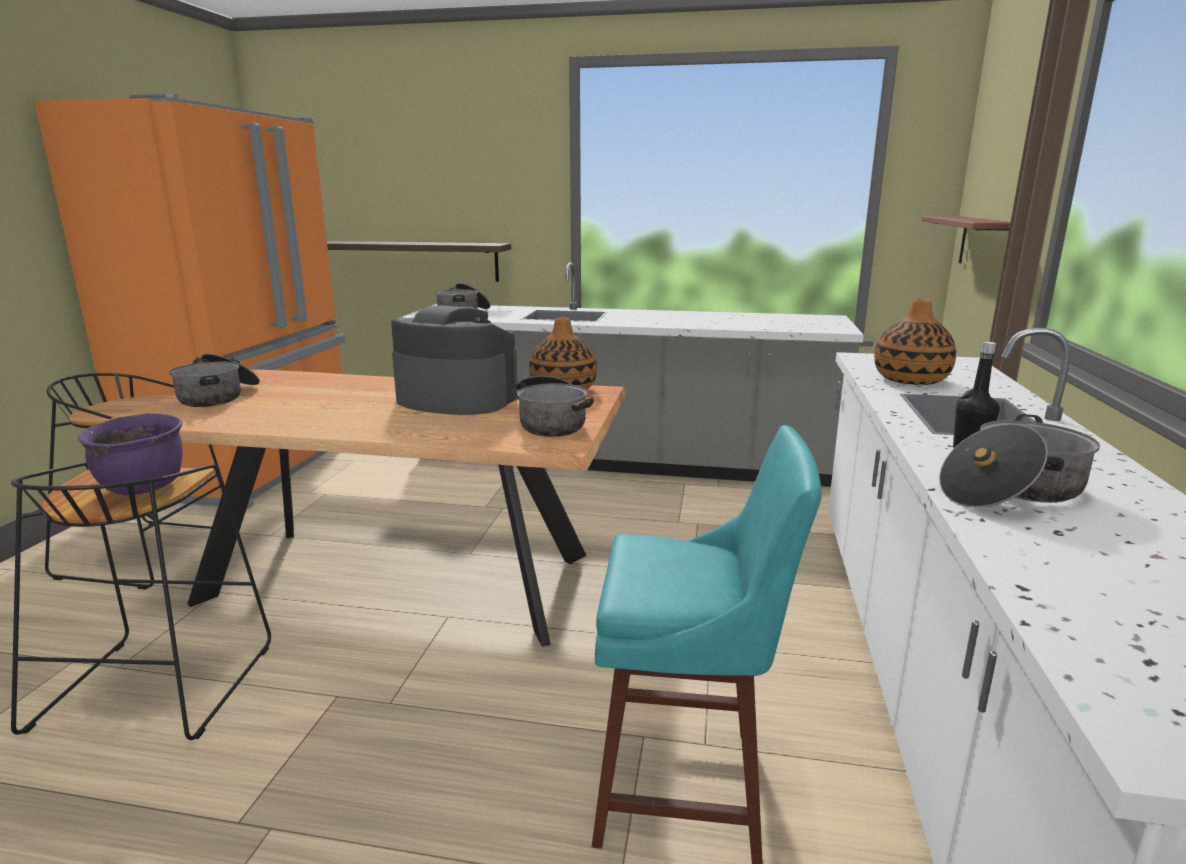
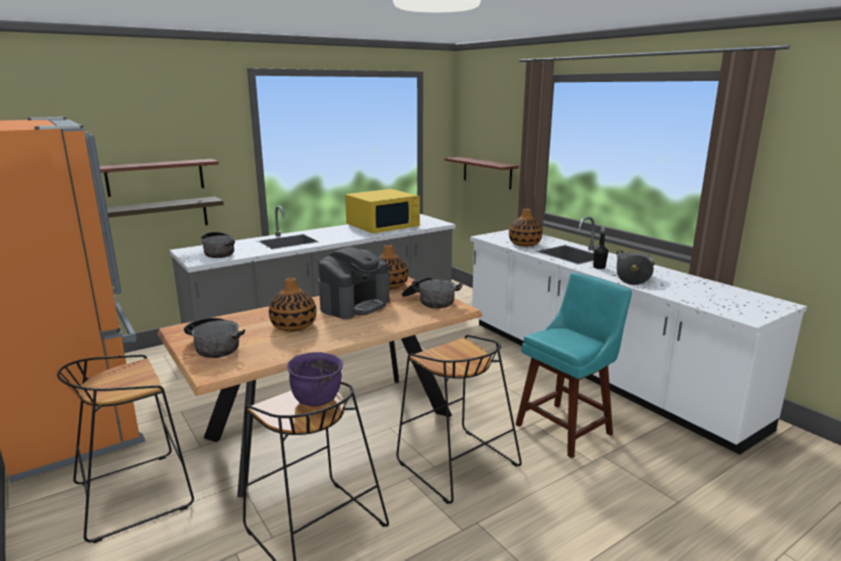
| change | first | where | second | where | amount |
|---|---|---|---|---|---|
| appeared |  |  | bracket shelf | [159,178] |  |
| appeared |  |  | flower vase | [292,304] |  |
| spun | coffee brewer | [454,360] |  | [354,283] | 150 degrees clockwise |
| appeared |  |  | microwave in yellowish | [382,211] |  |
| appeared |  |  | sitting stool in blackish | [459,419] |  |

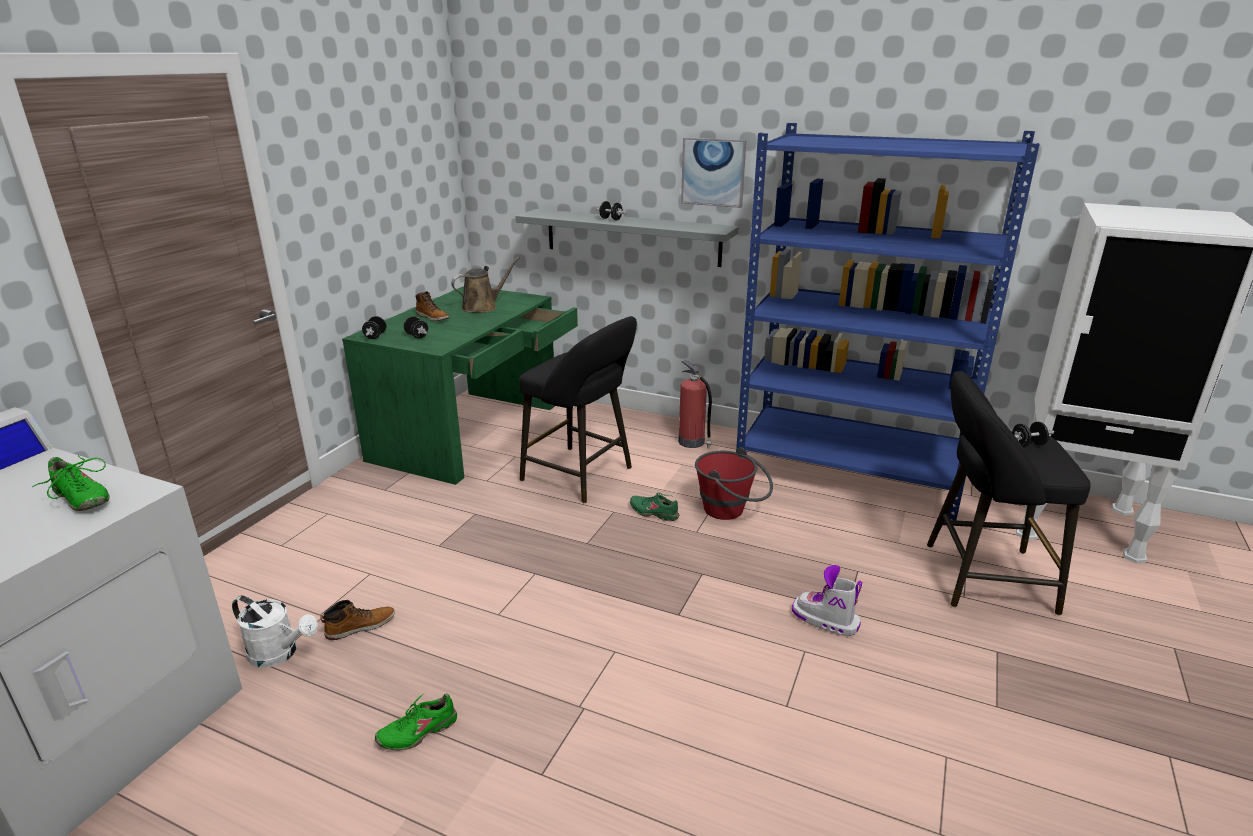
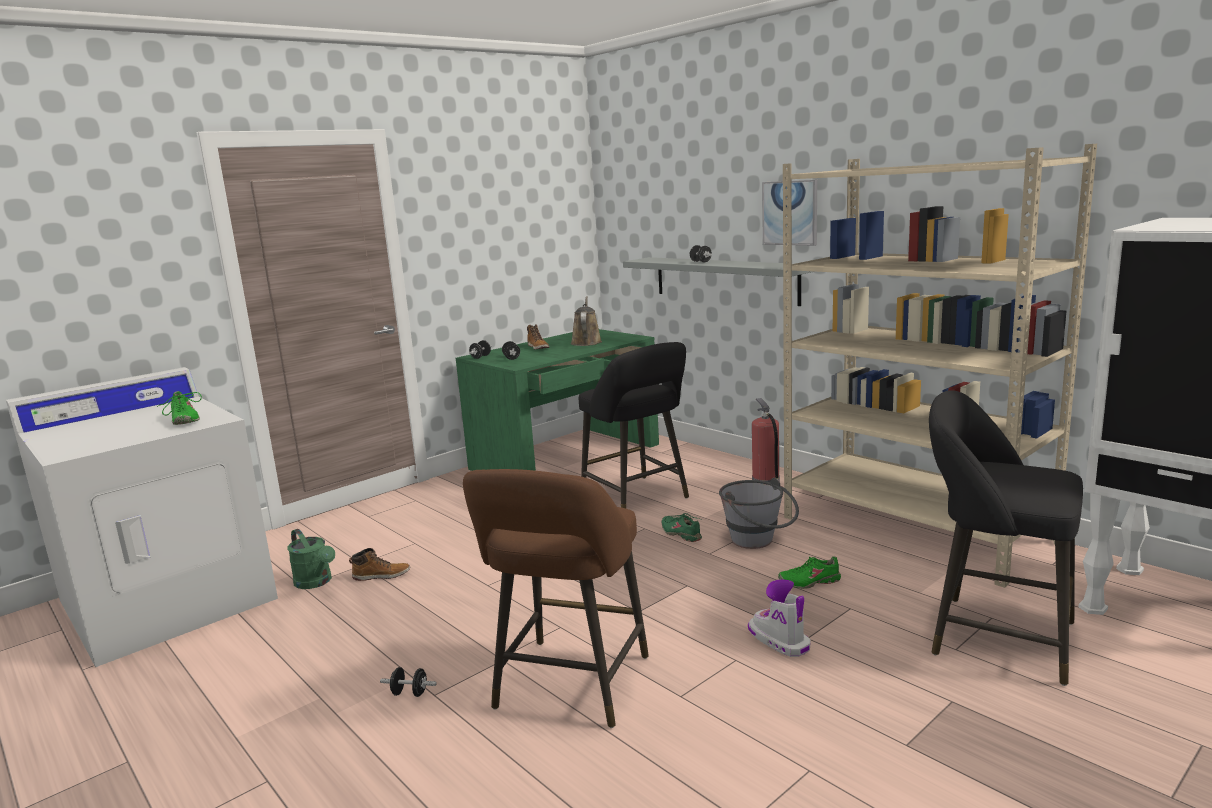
| change | first | where | second | where | amount |
|---|---|---|---|---|---|
| colour | watering pot in whitish | [275,631] | watering pot in green-coloured | [311,559] |  |
| relocated | dumbbell in blackish | [1033,435] |  | [408,682] |  |
| appeared |  |  | sitting stool in brownish | [556,598] |  |
| spun | watering pot in brownish | [485,285] |  | [586,321] | 75 degrees counterclockwise |
| colour | water bucket in reddish | [734,483] | water bucket in greyish | [759,513] |  |
| relocated | item of footwear in green-coloured | [416,721] |  | [809,572] |  |
| colour | bookcase in bluish | [888,321] | bookcase in beige-coloured | [940,366] |  |

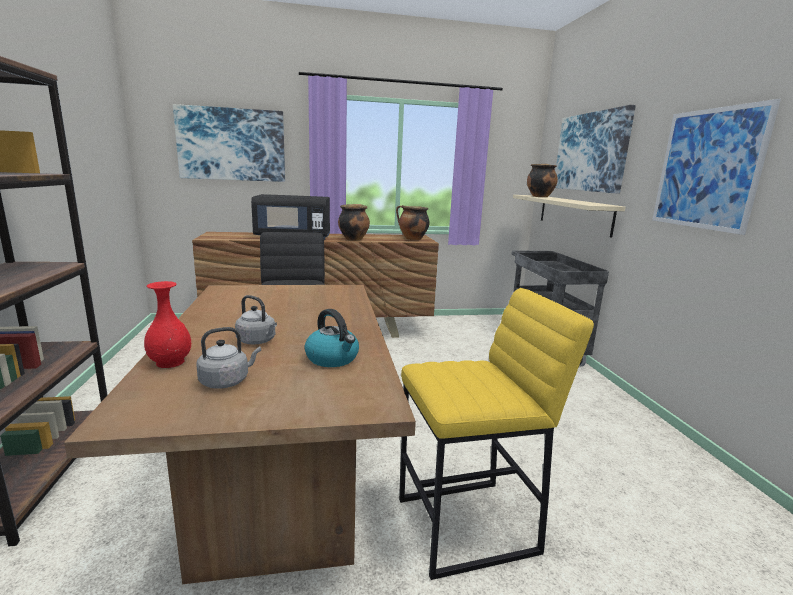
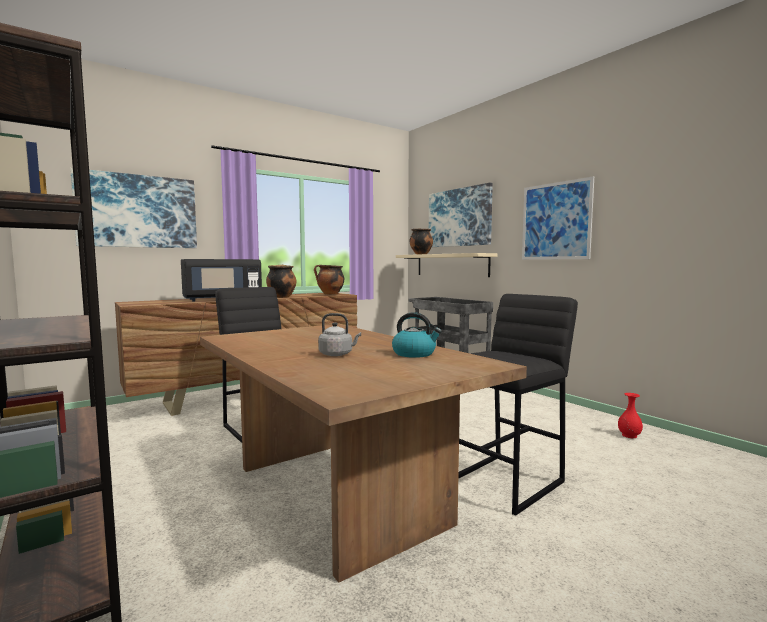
| change | first | where | second | where | amount |
|---|---|---|---|---|---|
| colour | sitting stool in yellowish | [496,434] | sitting stool in blackish | [518,405] |  |
| relocated | flower vase in reddish | [167,324] |  | [630,415] |  |
| missing | water kettle in greyish | [228,358] |  |  |  |

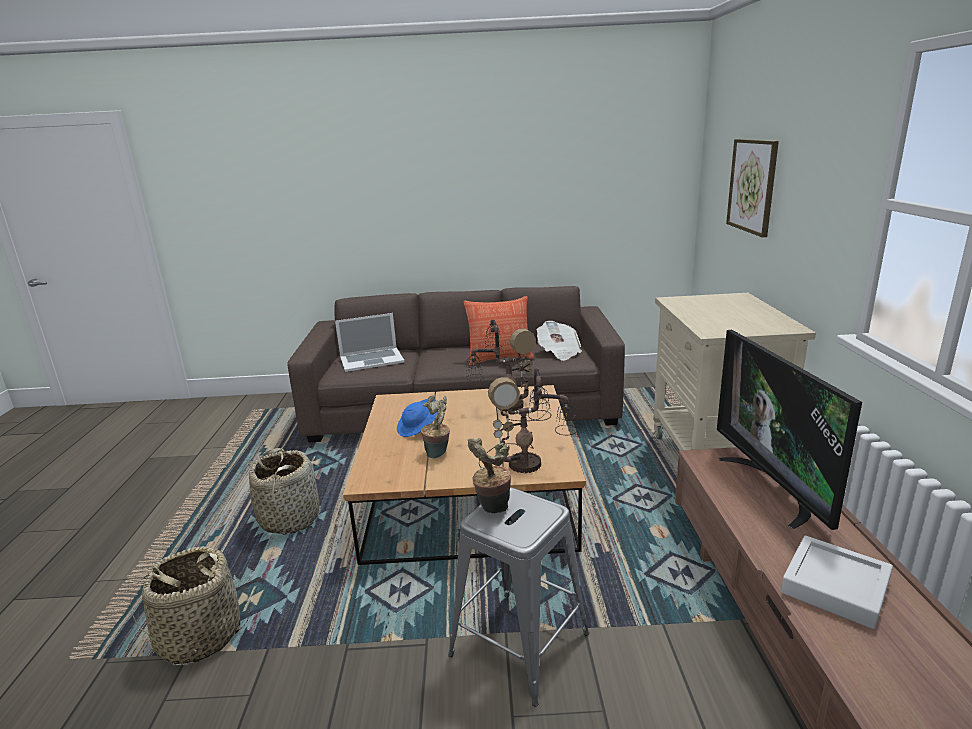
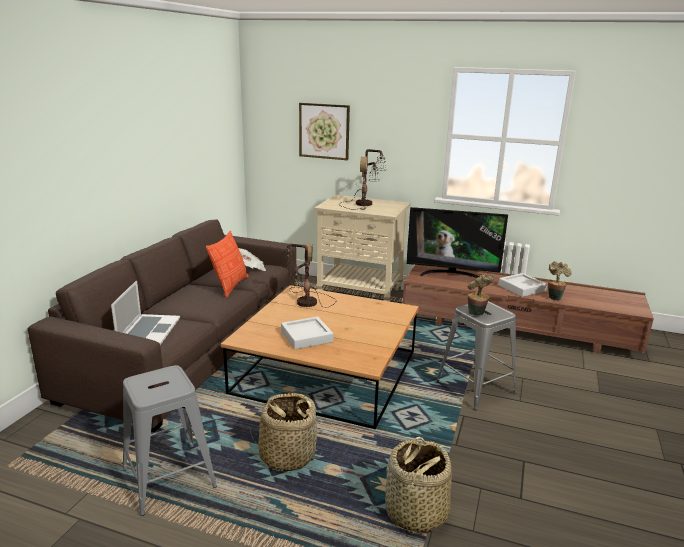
| change | first | where | second | where | amount |
|---|---|---|---|---|---|
| appeared |  |  | sitting stool in greyish | [170,440] |  |
| exchanged | wearable hat in bluish | [417,418] | tray in greyish | [307,332] |  |
| relocated | lamp for a table | [528,420] |  | [362,179] |  |
| relocated | potted plant | [435,426] |  | [560,281] |  |

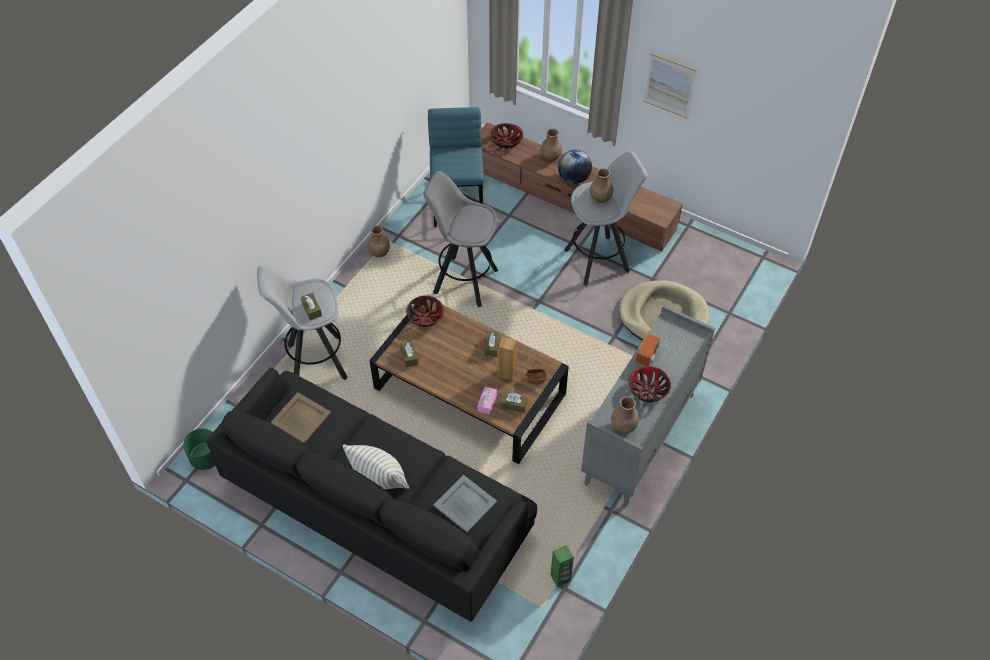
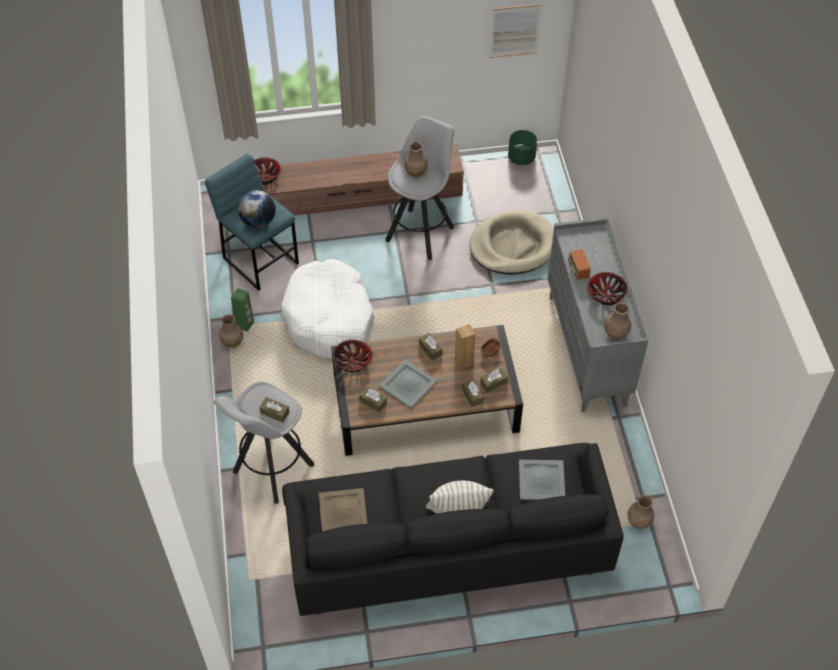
| change | first | where | second | where | amount |
|---|---|---|---|---|---|
| relocated | speaker in green-coloured | [562,566] |  | [242,310] |  |
| relocated | desk globe | [575,167] |  | [257,209] |  |
| exchanged | sitting stool in greyish | [460,239] | dog bed in whitish | [328,309] |  |
| appeared |  |  | tray in greyish | [408,383] |  |
| colour | tissue holder in pink-coloured | [487,401] | tissue holder in brownish | [473,393] |  |
| relocated | wall picture | [670,86] |  | [516,31] |  |
| relocated | planter in green-coloured | [199,449] |  | [522,147] |  |
| relocated | flower vase in brownish | [551,144] |  | [640,512] |  |

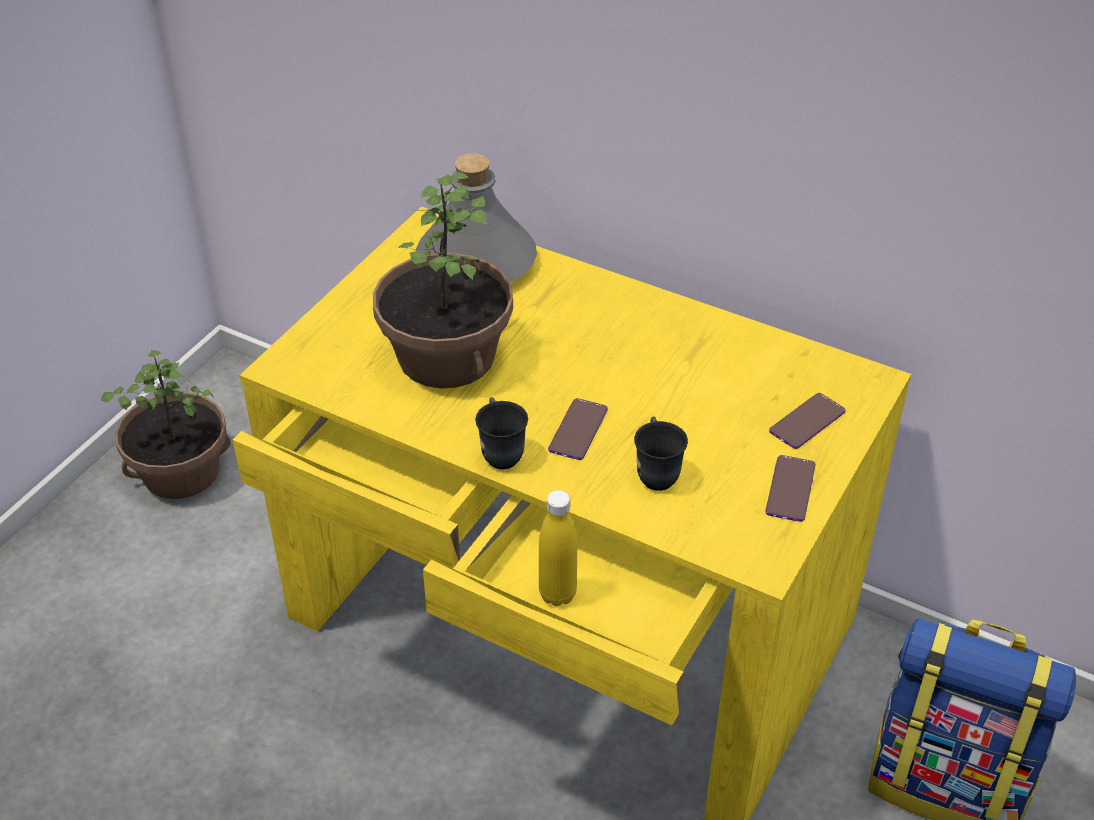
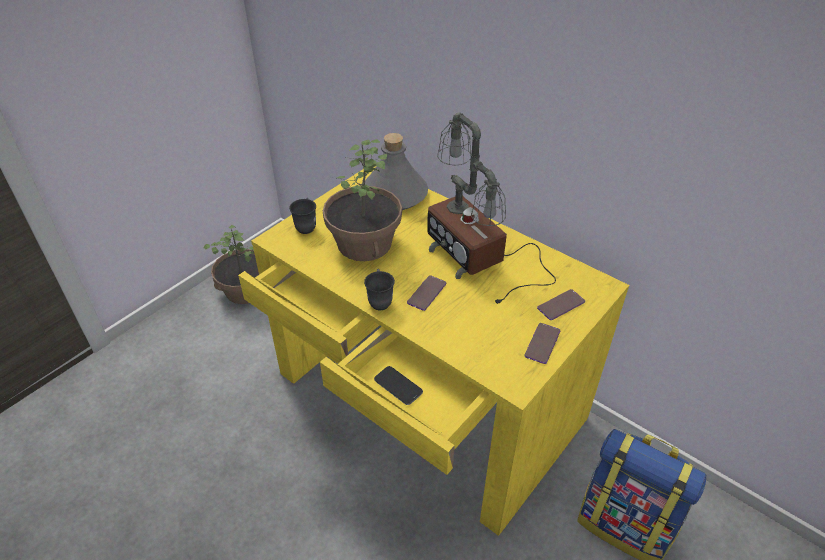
| change | first | where | second | where | amount |
|---|---|---|---|---|---|
| relocated | mug in greyish | [661,453] |  | [302,216] |  |
| exchanged | beverage bottle in yellowish | [558,548] | telephone | [398,385] |  |
| appeared |  |  | lamp for a table | [491,208] |  |

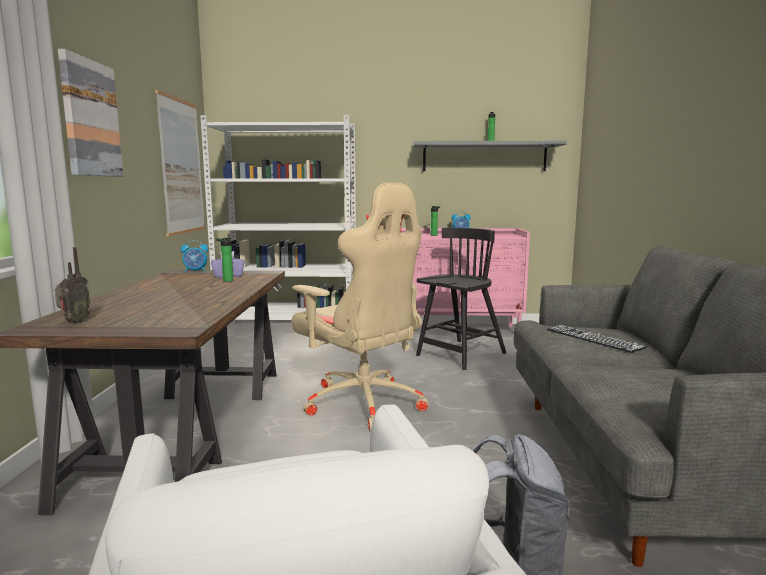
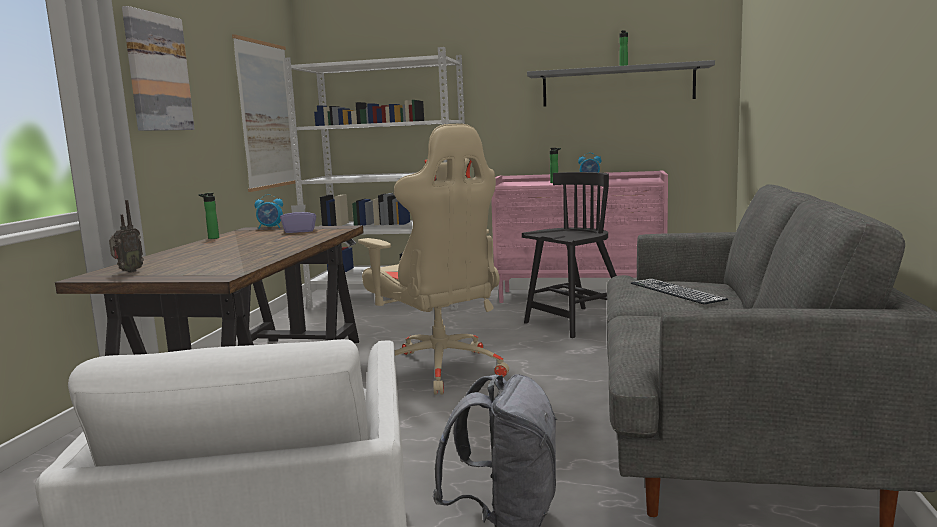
| change | first | where | second | where | amount |
|---|---|---|---|---|---|
| relocated | beverage bottle | [224,260] |  | [208,216] |  |

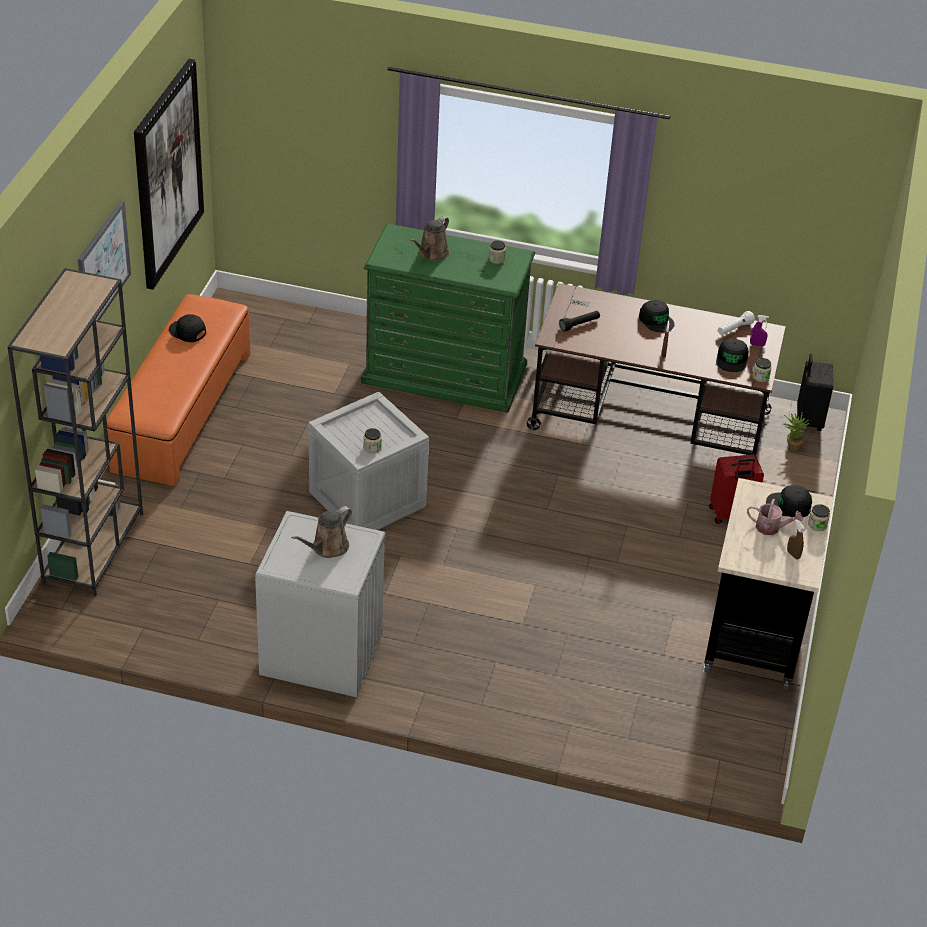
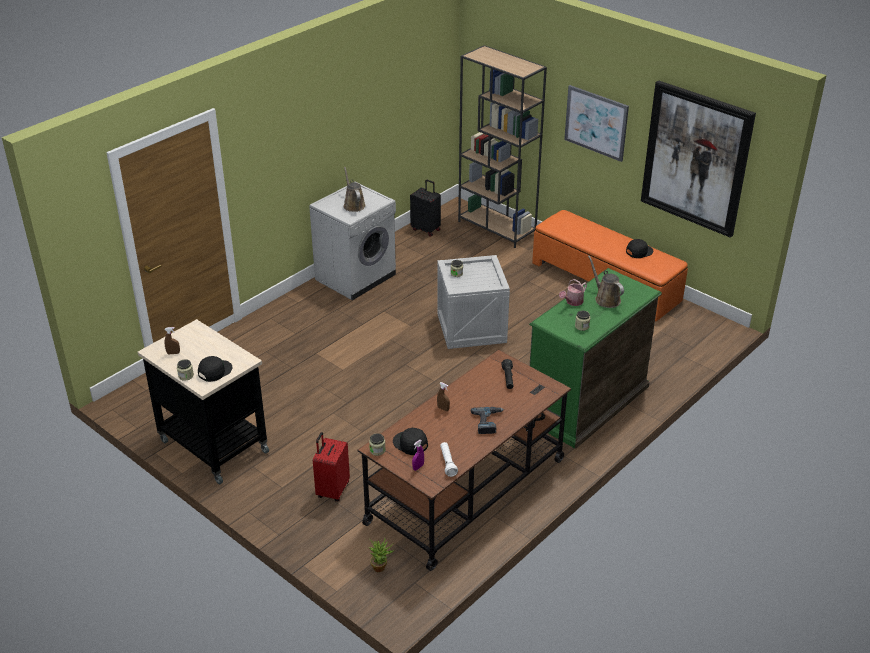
| change | first | where | second | where | amount |
|---|---|---|---|---|---|
| relocated | suitcase in blackish | [815,392] |  | [425,208] |  |
| exchanged | cap in blackish | [656,316] | electric drill | [487,420] |  |
| relocated | watering pot | [775,517] |  | [573,292] |  |

